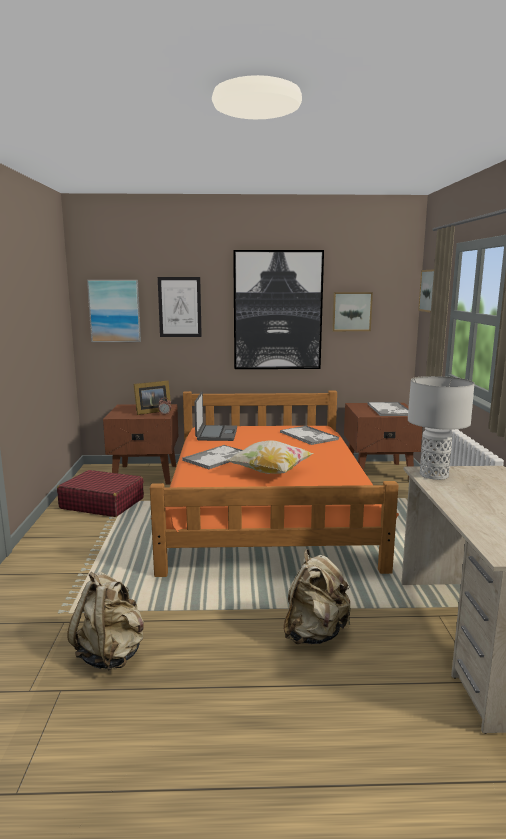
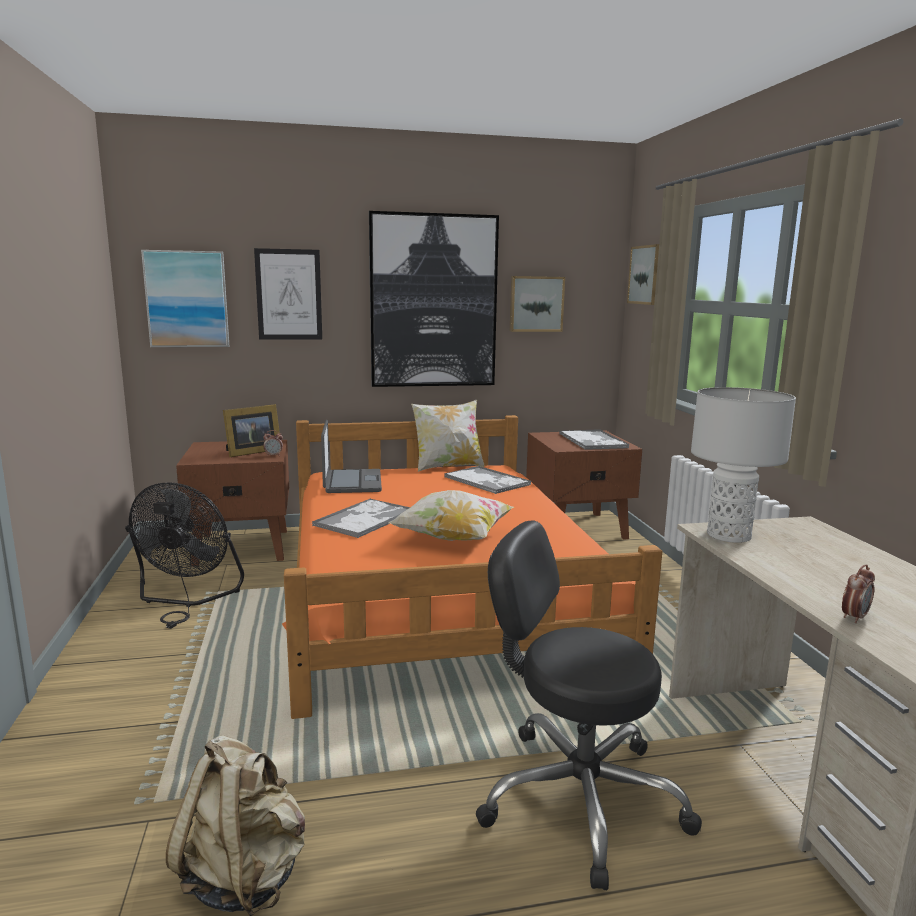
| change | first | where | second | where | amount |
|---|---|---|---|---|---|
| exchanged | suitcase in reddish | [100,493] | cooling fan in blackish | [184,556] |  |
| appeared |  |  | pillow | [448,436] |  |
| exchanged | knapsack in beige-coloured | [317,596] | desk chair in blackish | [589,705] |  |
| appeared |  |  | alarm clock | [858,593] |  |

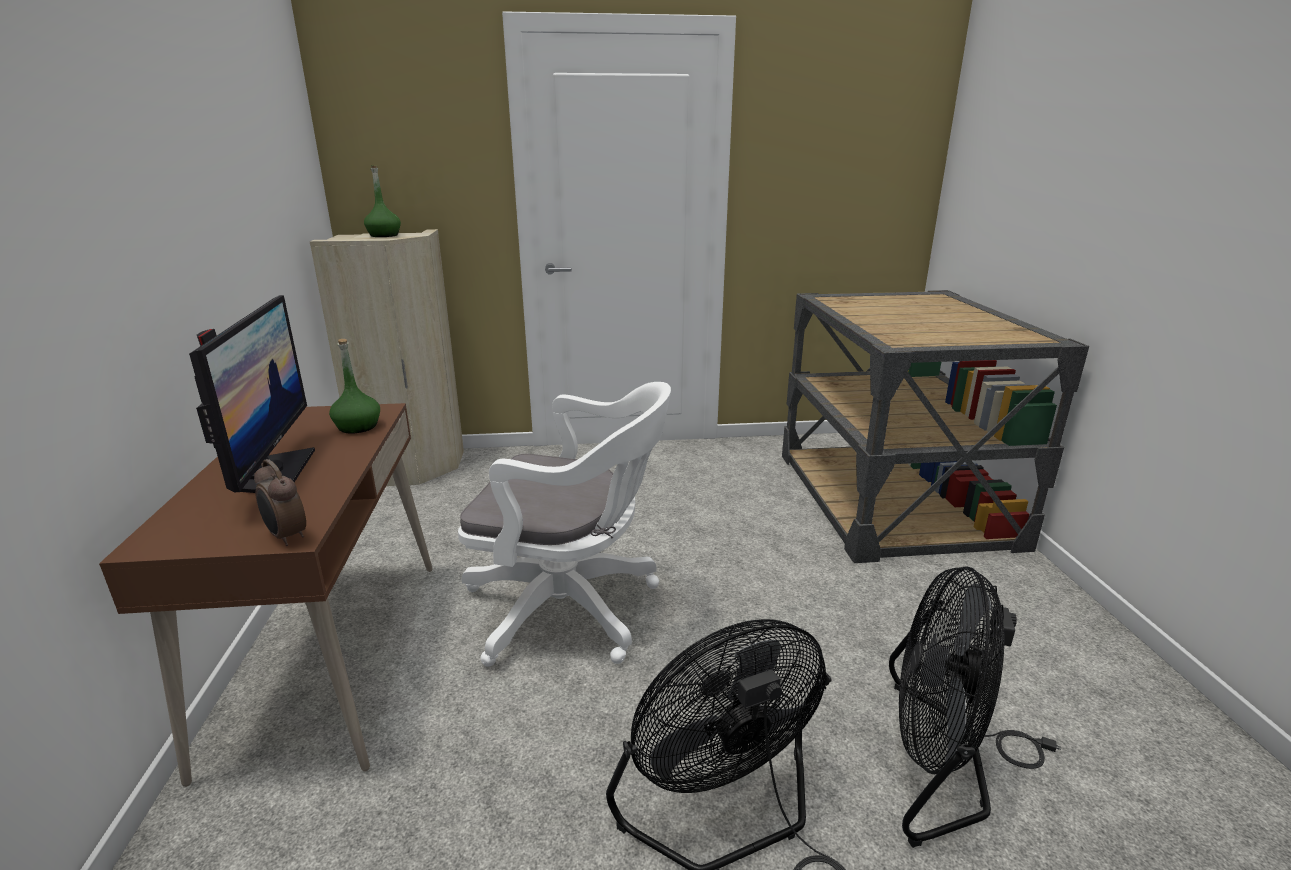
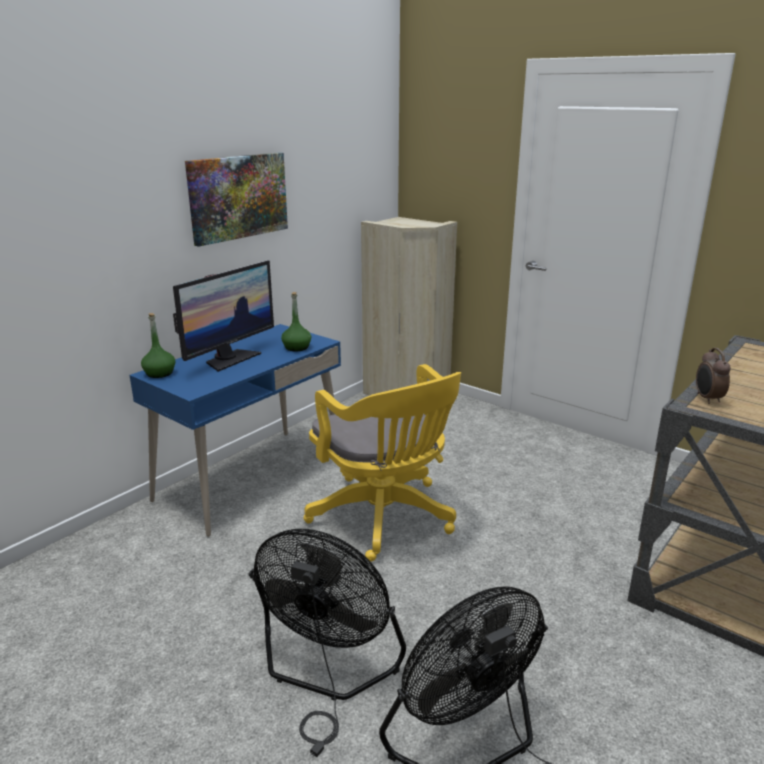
| change | first | where | second | where | amount |
|---|---|---|---|---|---|
| colour | desk table in brownish | [266,595] | desk table in bluish | [235,430] |  |
| relocated | beverage bottle in green-coloured | [382,201] |  | [158,345] |  |
| appeared |  |  | wall picture | [236,199] |  |
| colour | desk chair in whitish | [564,524] | desk chair in yellowish | [382,463] |  |
| relocated | alarm clock | [280,502] |  | [713,376] |  |

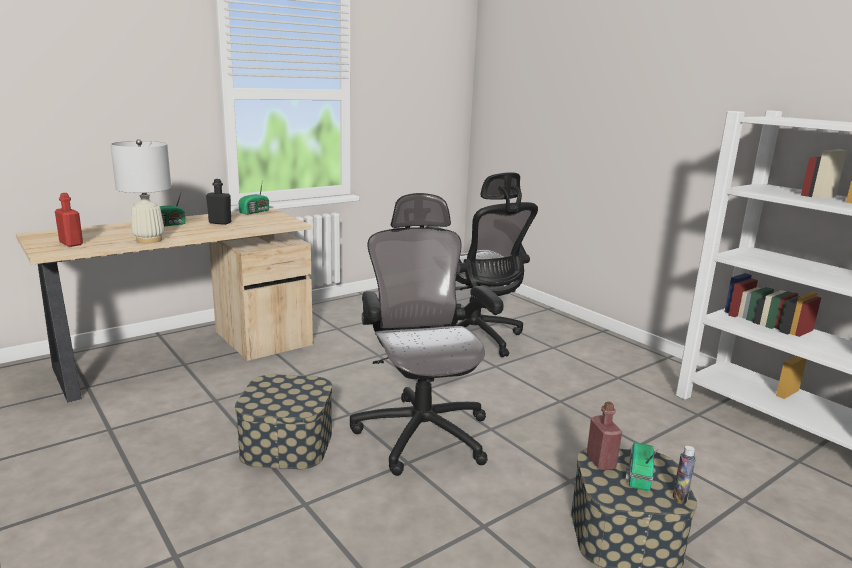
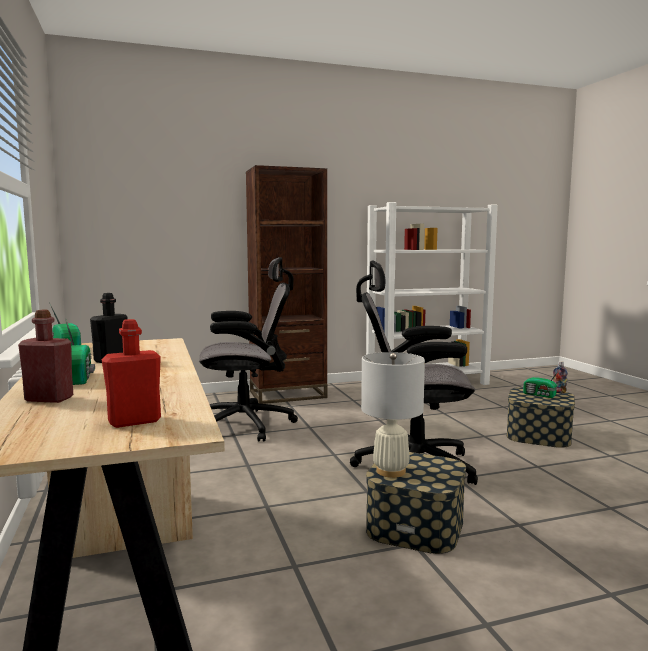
| change | first | where | second | where | amount |
|---|---|---|---|---|---|
| relocated | beverage bottle in reddish | [604,436] |  | [45,356] |  |
| appeared |  |  | bookcase in brownish | [286,284] |  |
| relocated | lamp for a table in whitish | [140,191] |  | [393,415] |  |

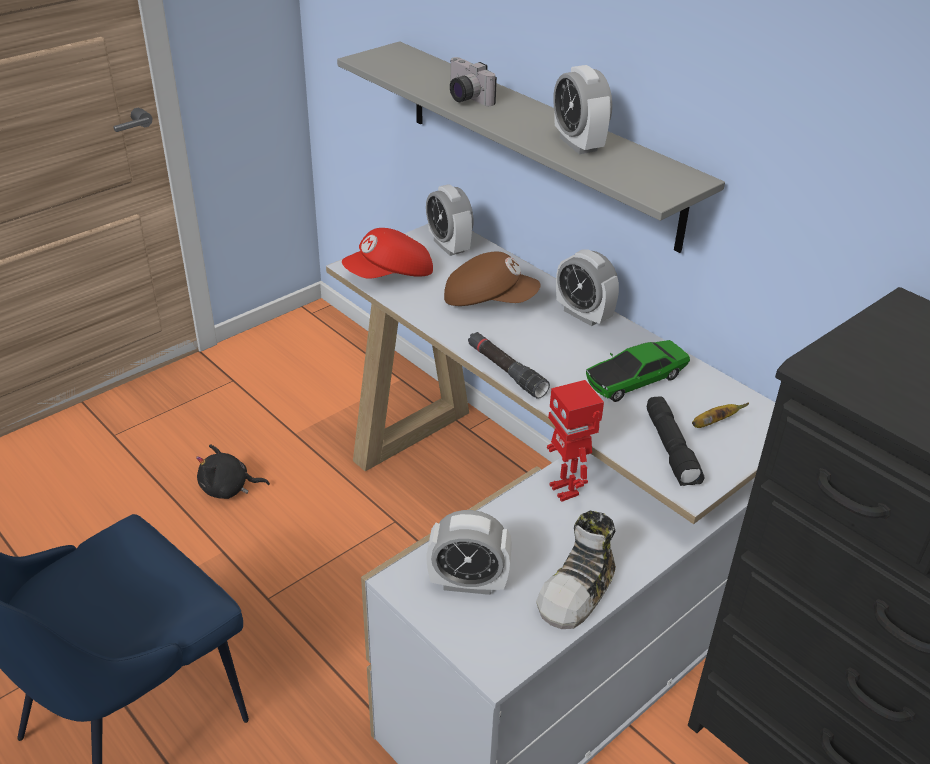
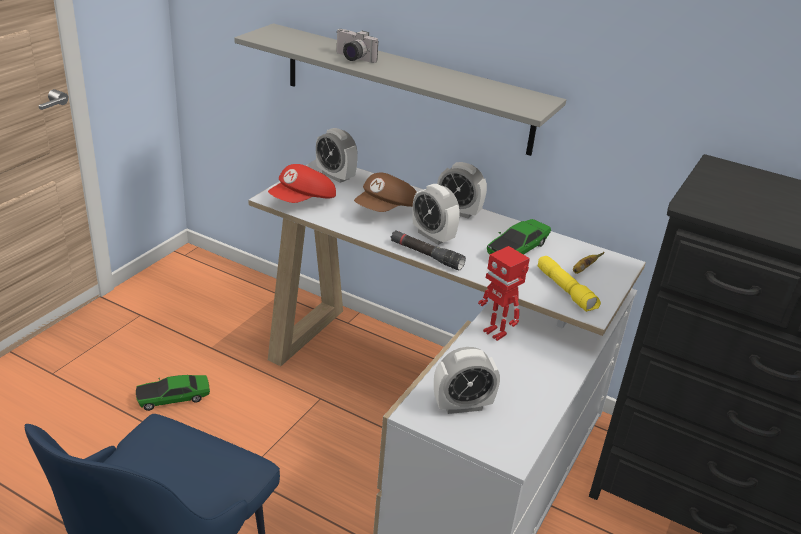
| change | first | where | second | where | amount |
|---|---|---|---|---|---|
| exchanged | plush toy in blackish | [233,471] | miniature car | [173,393] |  |
| spun | cap in brownish | [492,279] |  | [385,192] | 135 degrees clockwise |
| relocated | alarm clock | [582,109] |  | [436,214] |  |
| colour | torch in blackish | [675,441] | torch in yellowish | [569,284] |  |
| missing | item of footwear | [576,570] |  |  |  |

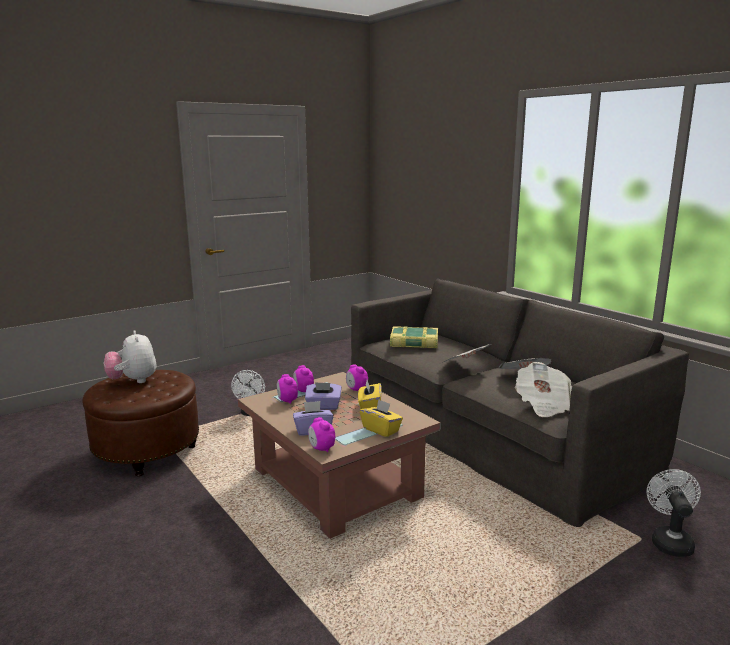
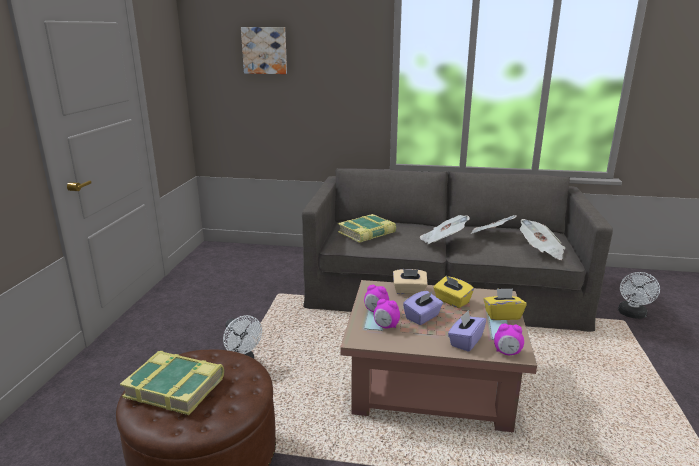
| change | first | where | second | where | amount |
|---|---|---|---|---|---|
| exchanged | plush toy | [130,357] | book | [172,383] |  |
| appeared |  |  | wall picture | [264,50] |  |
| exchanged | alarm clock | [357,377] | tissue holder in beige-coloured | [410,282] |  |
| spun | cooling fan in whitish | [674,513] |  | [639,295] | 120 degrees counterclockwise |

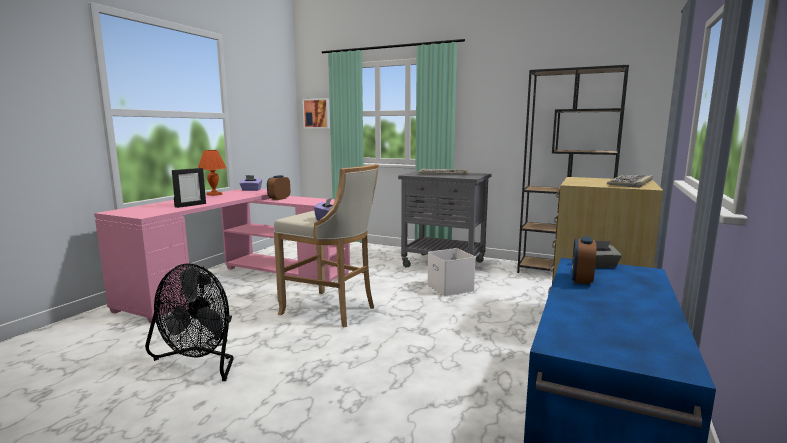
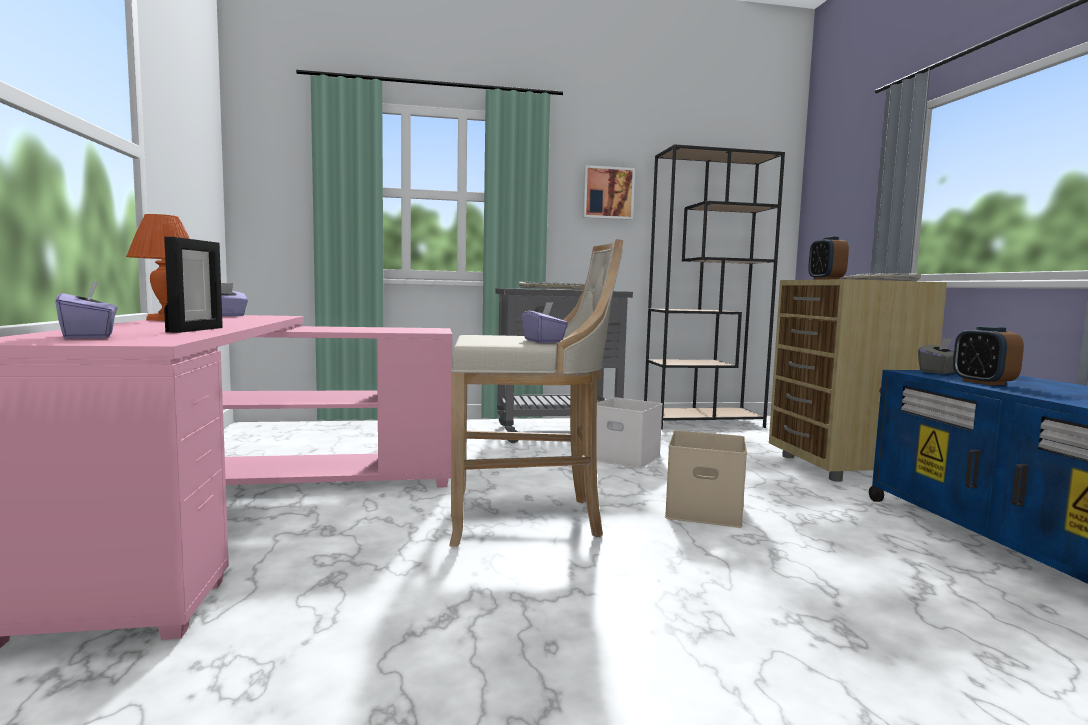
| change | first | where | second | where | amount |
|---|---|---|---|---|---|
| appeared |  |  | tissue holder in purplish | [86,310] |  |
| relocated | wall picture | [316,113] |  | [609,192] |  |
| appeared |  |  | storage bin in beige-coloured | [706,479] |  |
| relocated | alarm clock | [278,187] |  | [828,258] |  |
| missing | cooling fan in blackish | [189,322] |  |  |  |

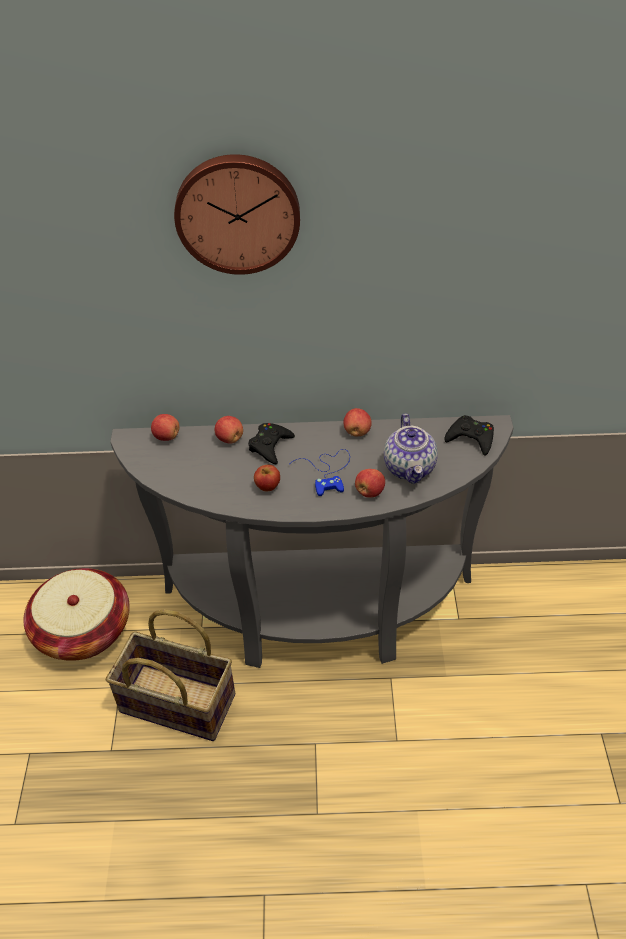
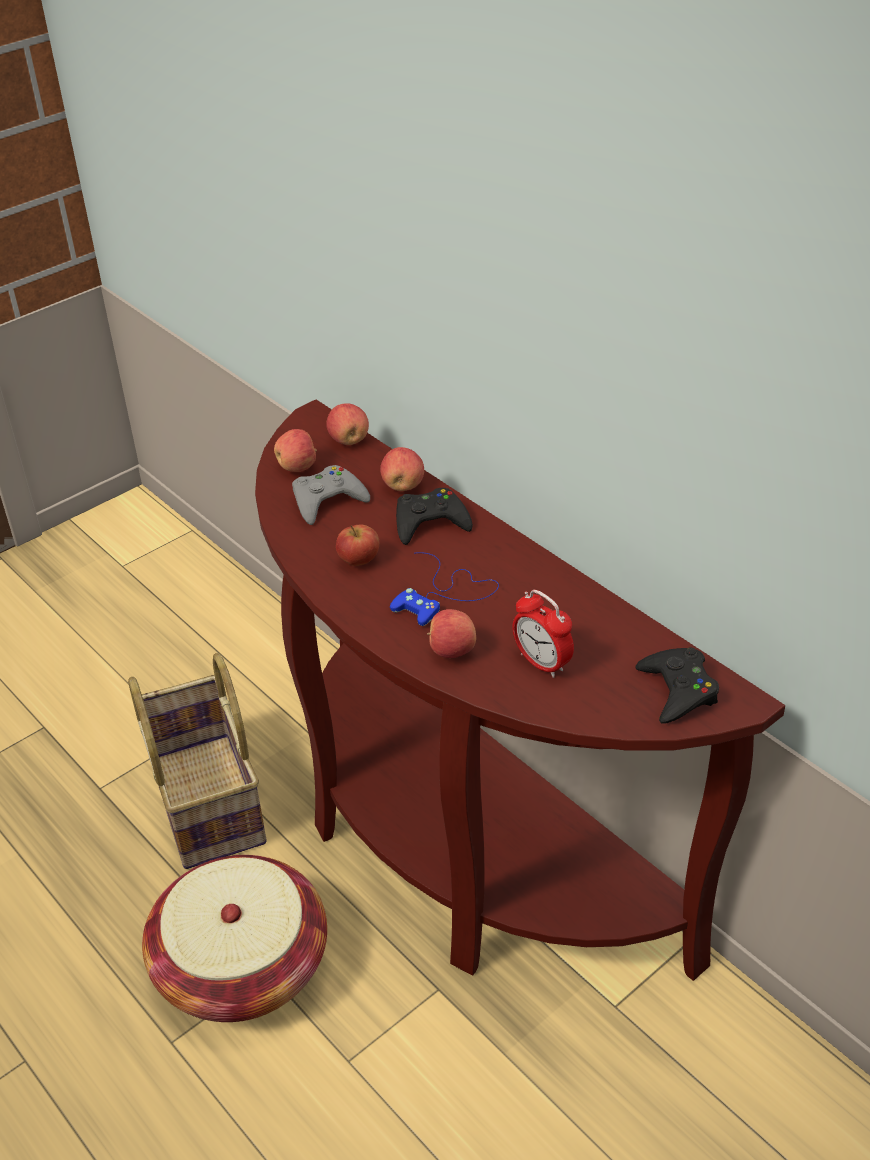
| change | first | where | second | where | amount |
|---|---|---|---|---|---|
| relocated | household basket | [76,614] |  | [234,938] |  |
| colour | console table in greyish | [311,541] | console table in brownish | [520,690] |  |
| relocated | whole apple | [357,422] |  | [295,450] |  |
| appeared |  |  | joypad in greyish | [331,495] |  |
| exchanged | tea pot | [411,449] | alarm clock | [543,634] |  |
| missing | clock on the wall | [237,214] |  |  |  |

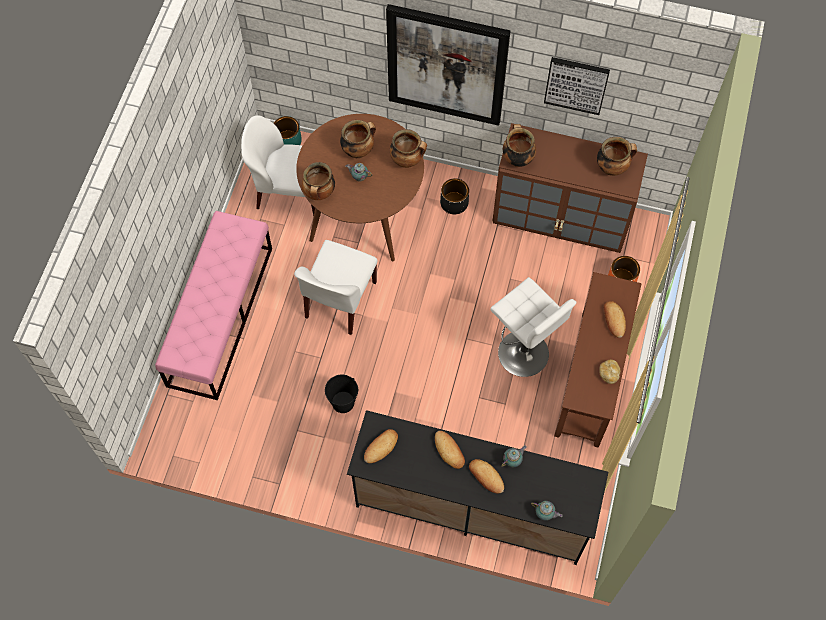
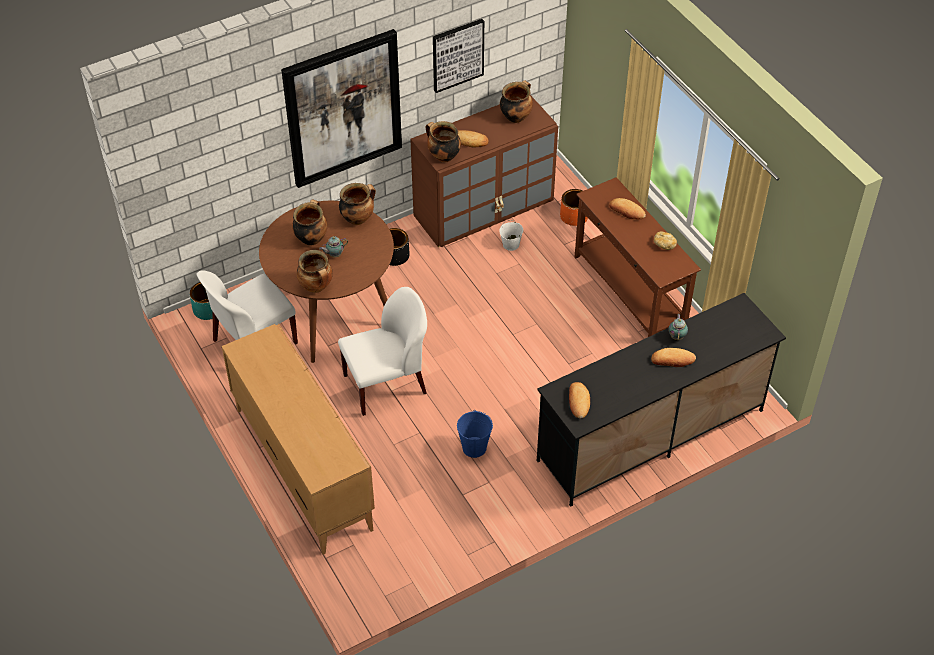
| change | first | where | second | where | amount |
|---|---|---|---|---|---|
| exchanged | bench in pink-coloured | [213,306] | dresser in brownish | [298,439] |  |
| spun | chair in whitish | [336,287] |  | [382,351] | 90 degrees counterclockwise |
| colour | water bucket in blackish | [341,394] | water bucket in bluish | [475,434] |  |
| relocated | bread | [450,450] |  | [473,138] |  |
| appeared |  |  | water bucket in whitish | [511,235] |  |
| missing | sitting stool in whitish | [533,327] |  |  |  |
| missing | tea pot | [546,511] |  |  |  |

